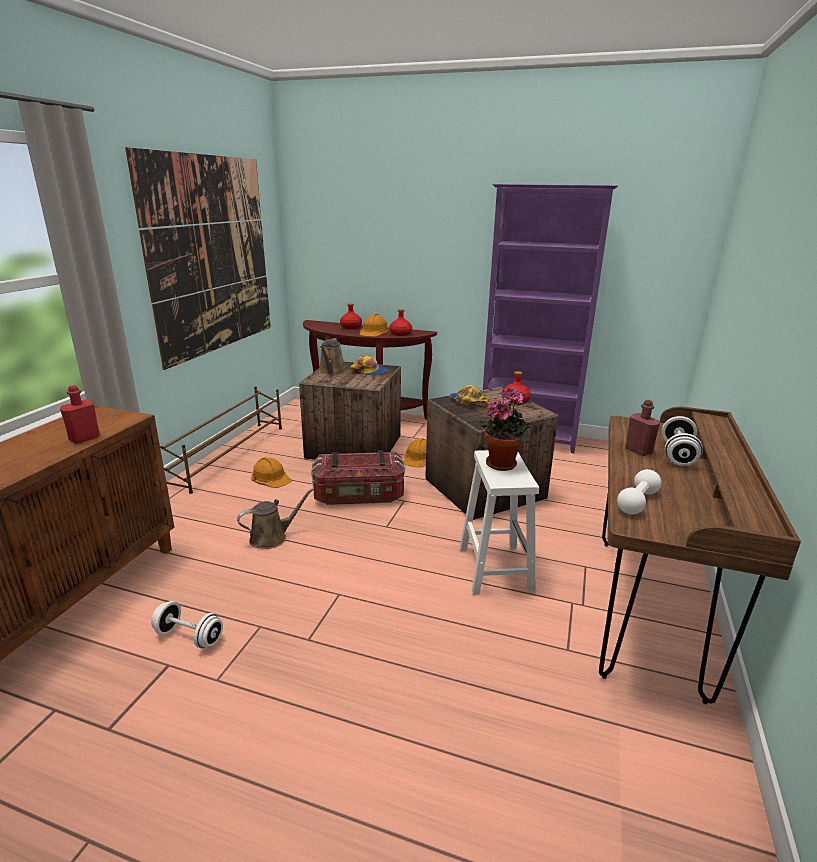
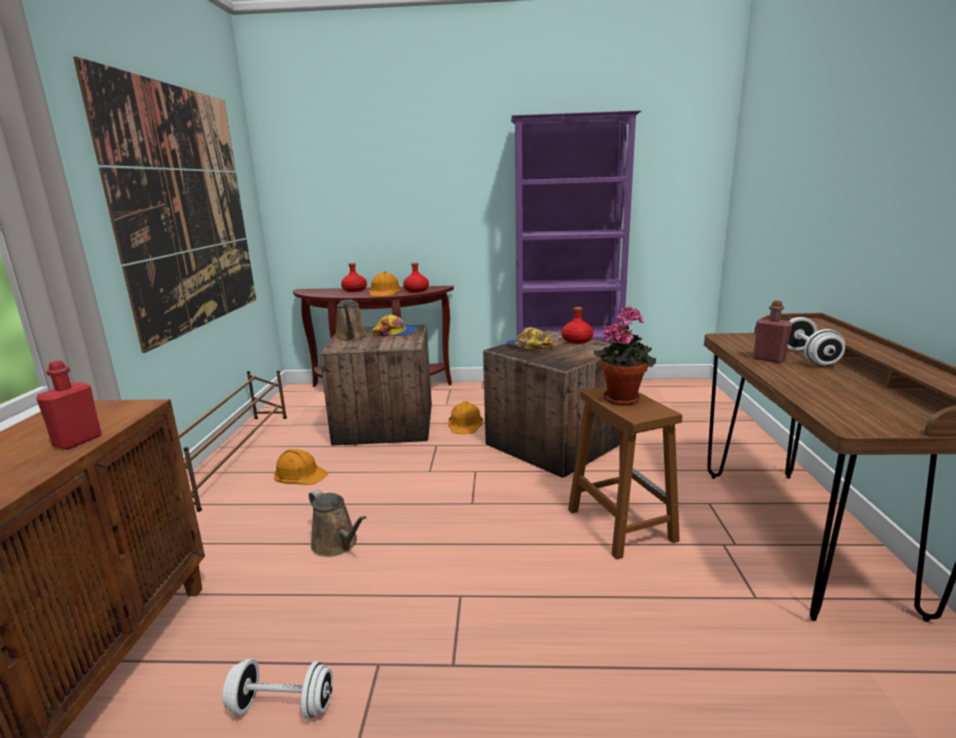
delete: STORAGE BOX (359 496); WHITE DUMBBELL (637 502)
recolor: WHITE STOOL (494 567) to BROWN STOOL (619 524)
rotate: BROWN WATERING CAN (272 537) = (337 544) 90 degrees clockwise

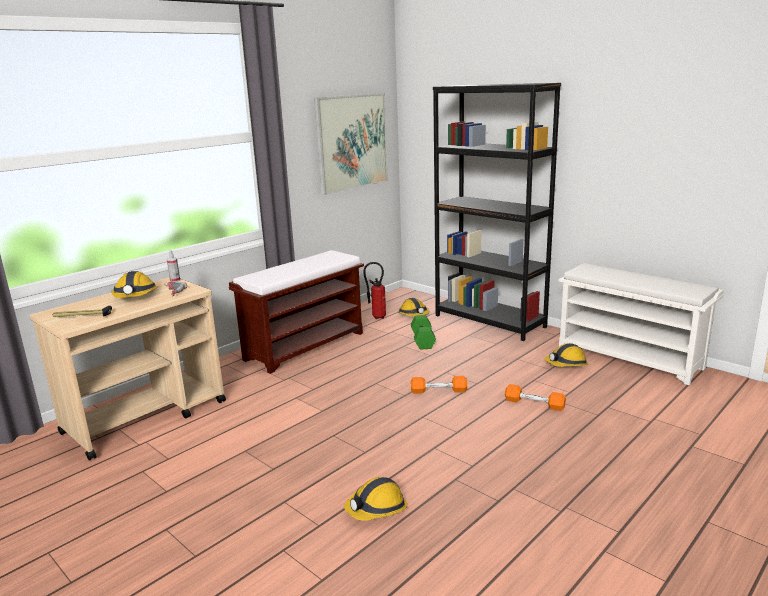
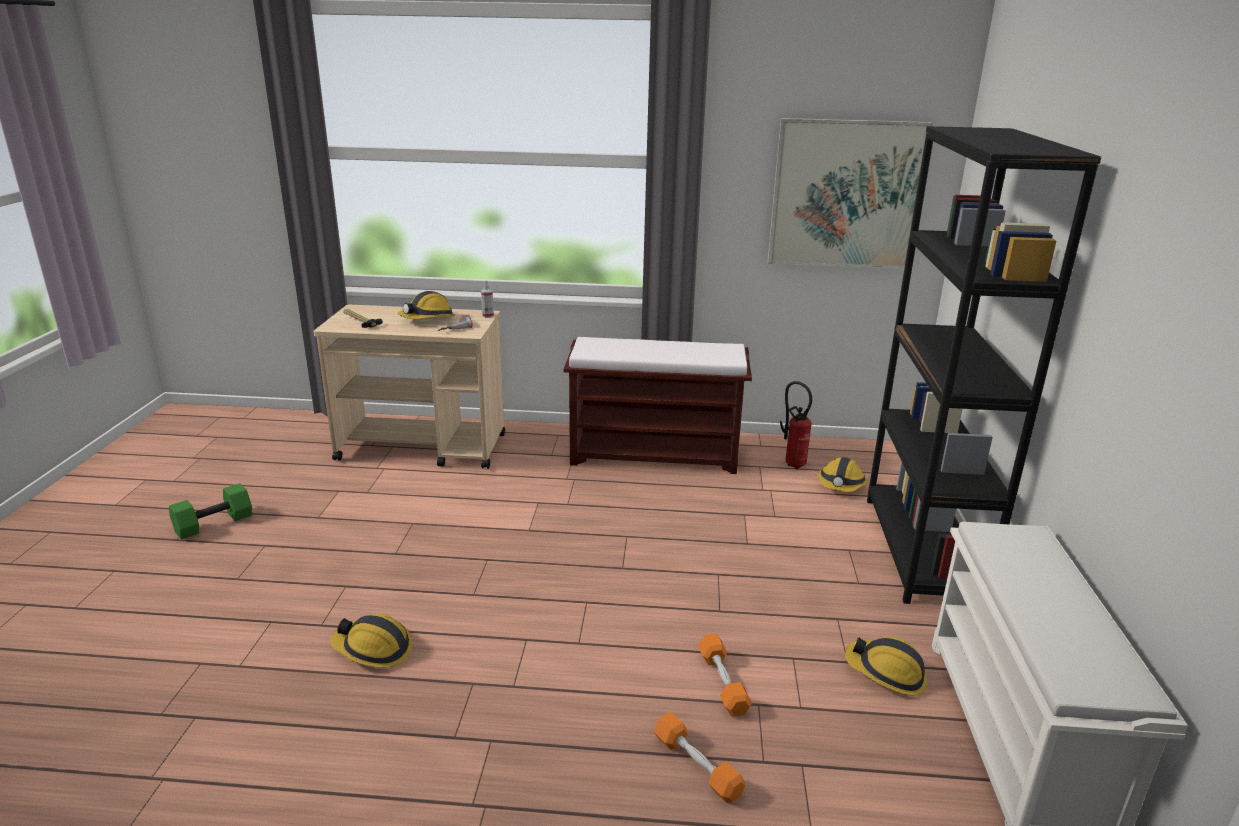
move: GREEN DUMBBELL (423 340) to (213 524); ORANGE DUMBBELL (438 391) to (697 766)

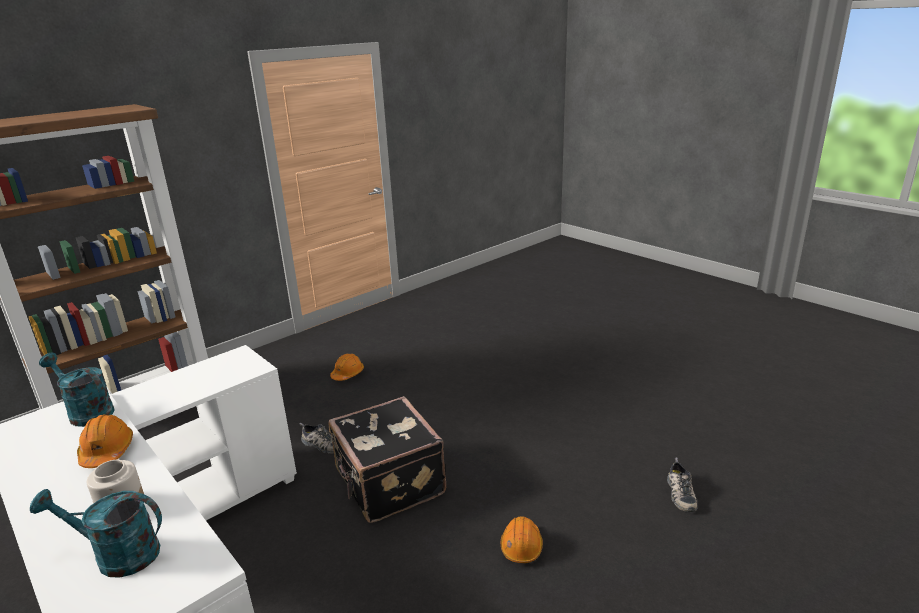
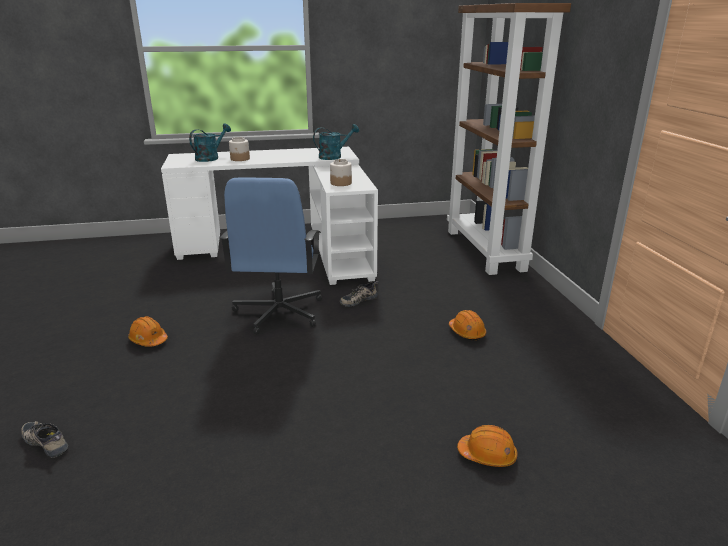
insert: JAR (341 183)
move: ORANGE HARD HAT (107 451) to (487 455)
replace: BLACK SUITCASE (388 484) to BLUE OFFICE CHAIR (278 312)

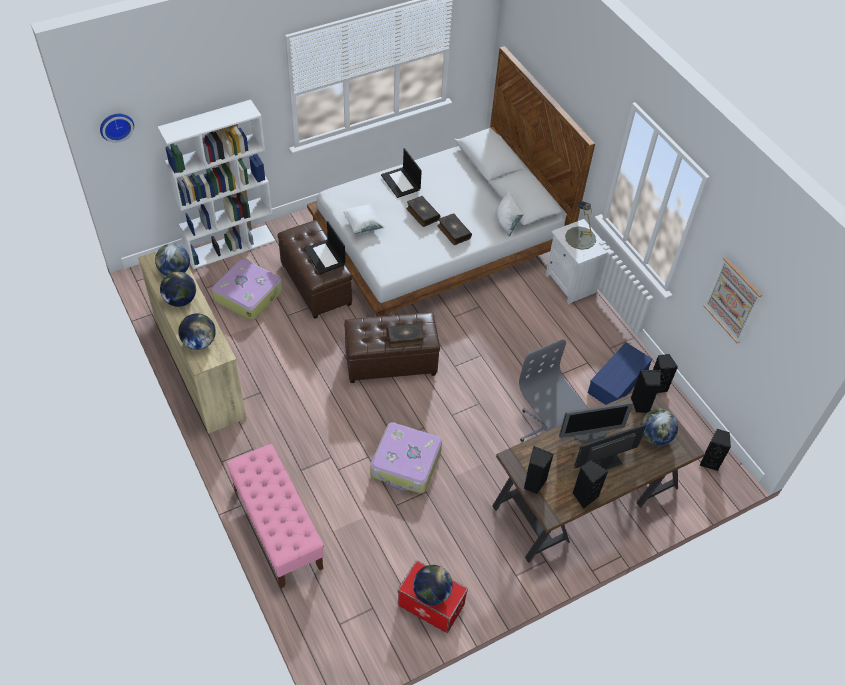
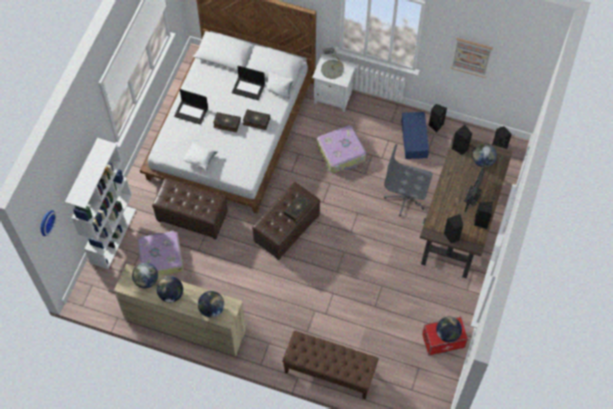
delete: MONITOR (590 434)
move: LAPTOP (325 257) to (249 88); SUITCASE (406 464) to (341 153)
recolor: PINK BENCH (277 527) to BROWN BENCH (329 372)

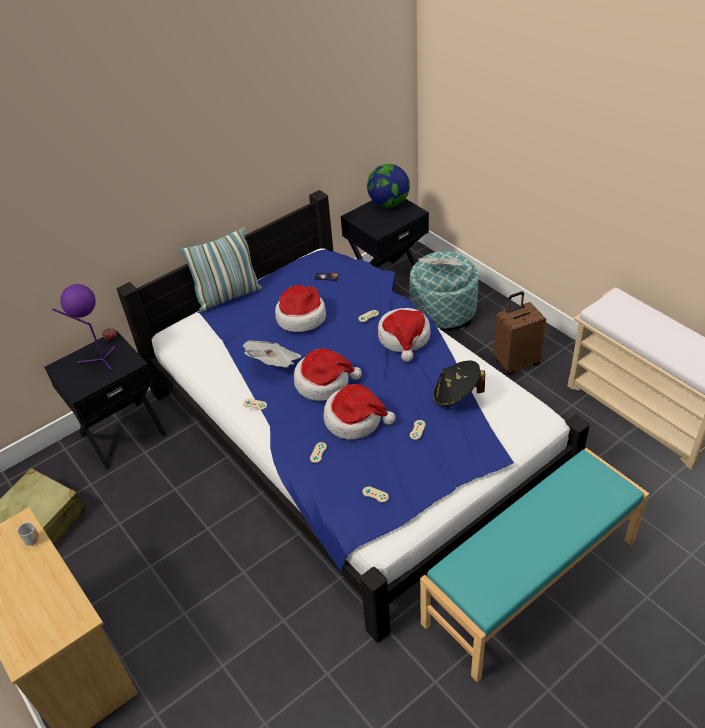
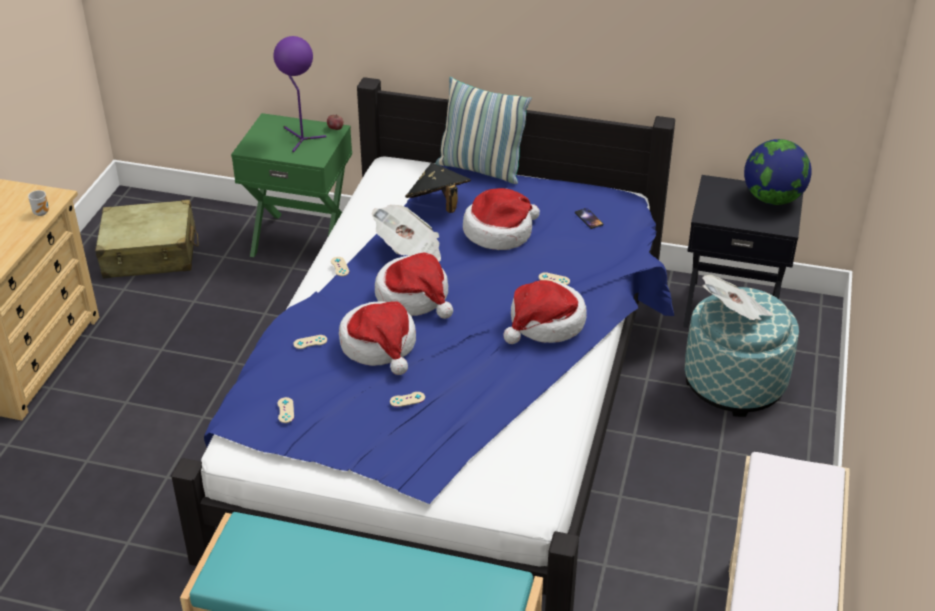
delete: BROWN SUITCASE (516 362)
move: BLACK HAT (456 395) to (438 206)
recolor: BLACK NIGHTSTAND (122 433) to GREEN NIGHTSTAND (302 239)

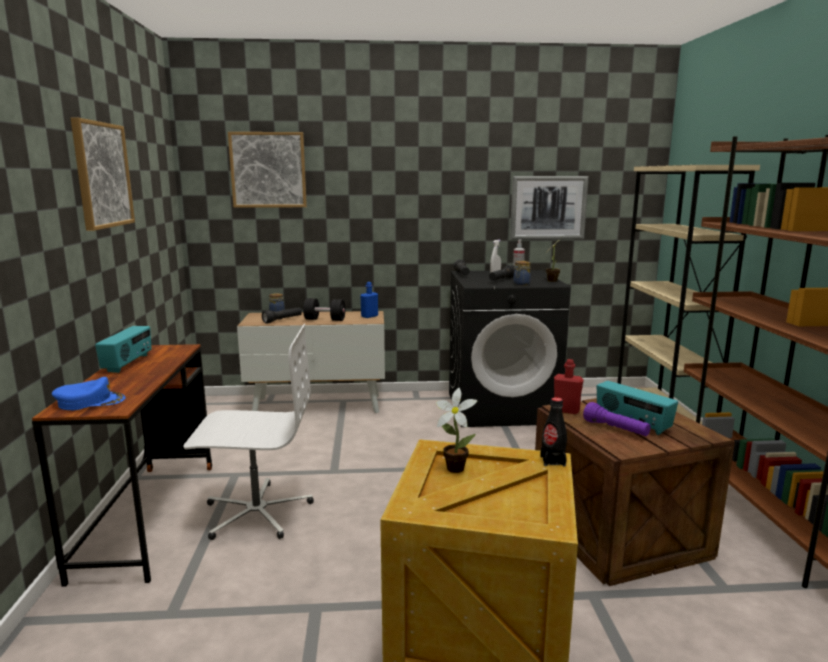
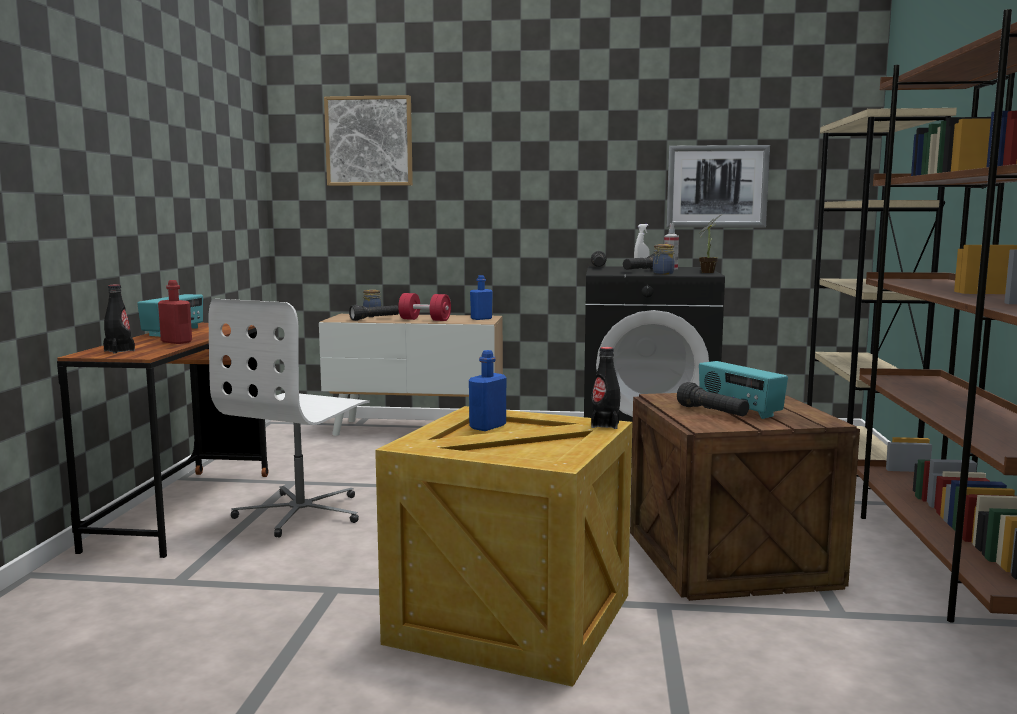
delete: PICTURE (102 175)
move: RED BOTTLE (566 410) to (176 342)
replace: BLUE CAP (90 401) to BLACK BOTTLE (119 351); POTTED PLANT (453 467) to BLUE BOTTLE (487 427)
recolor: BLACK DUMBBELL (325 319) to RED DUMBBELL (425 320); PURPLE FLASHLIGHT (615 429) to BLACK FLASHLIGHT (712 413)
rotate: WHITE OFFICE CHAIR (256 512) = (302 513) 105 degrees clockwise

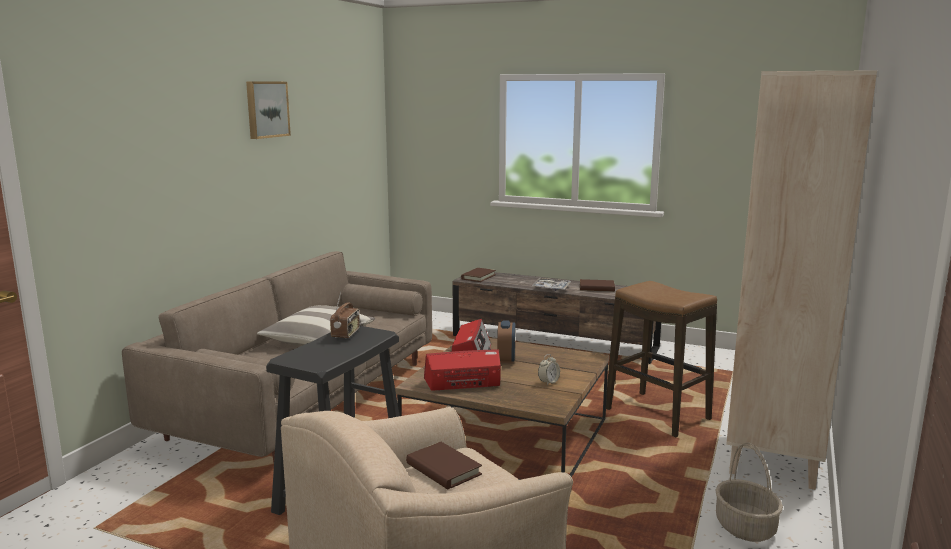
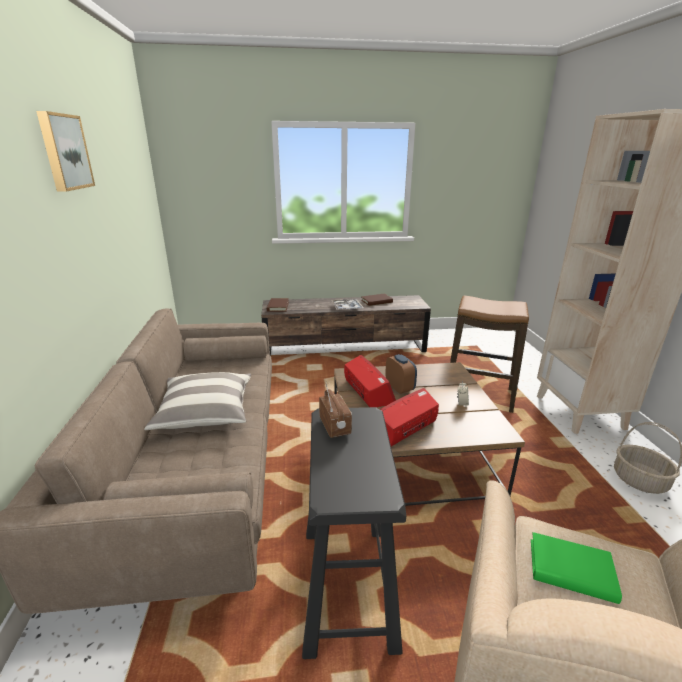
recolor: BROWN BOOK (443 469) to GREEN BOOK (571 570)

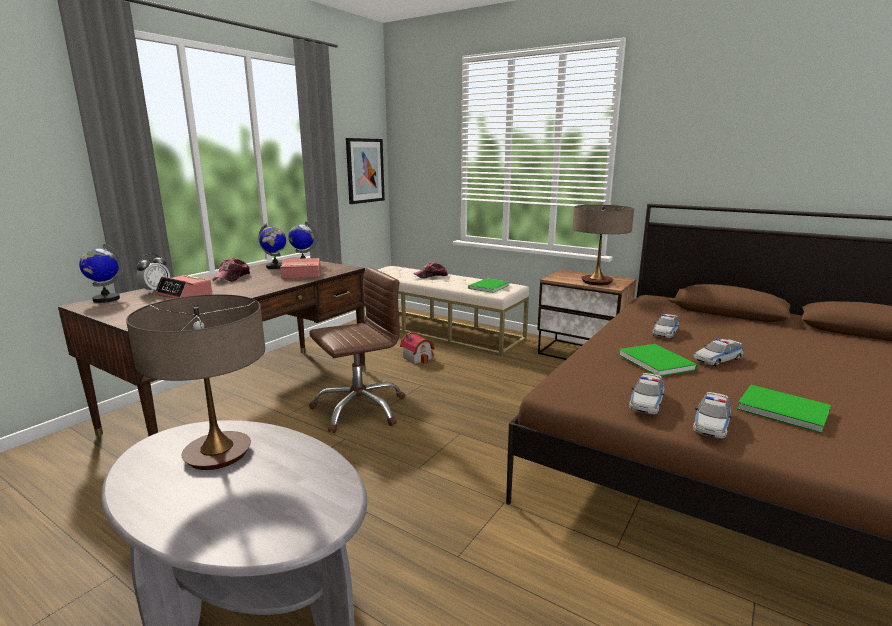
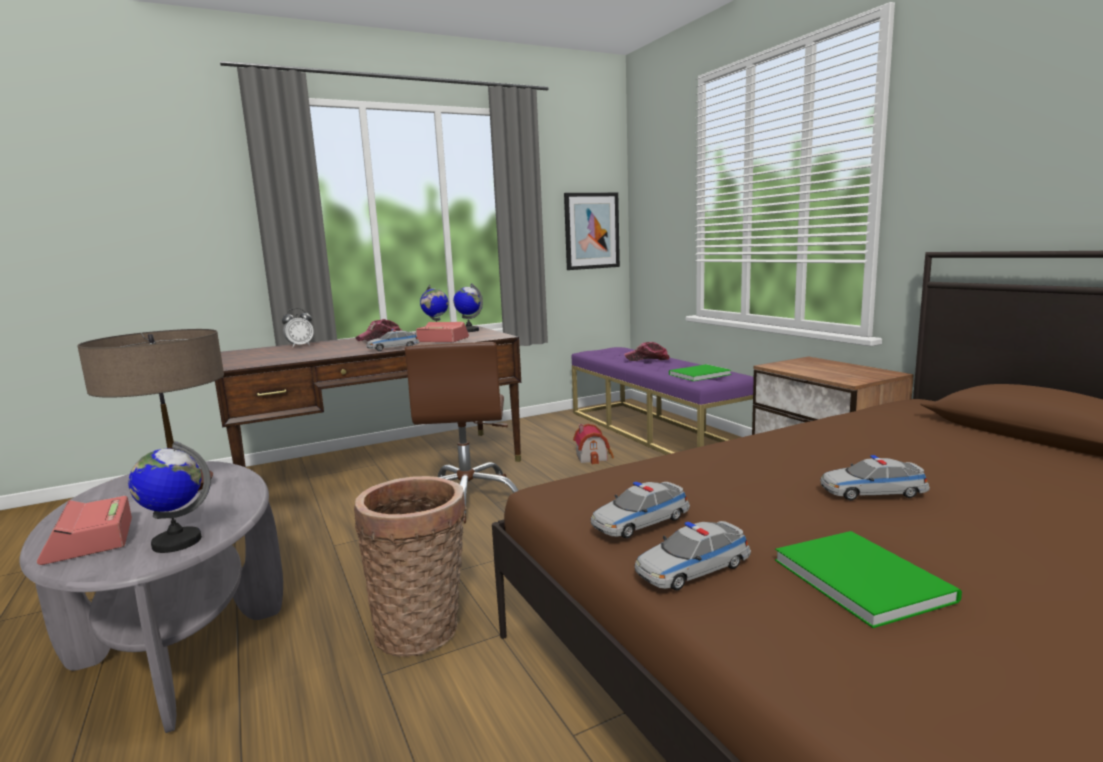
delete: TABLE LAMP (596 282); GREEN BOOK (656 361)
insert: BASKET (422 630)
move: ALARM CLOCK (184 294) to (89 541); GLOBE (106 299) to (176 542); TOY CAR (665 332) to (393 348)
recolor: BEIGE BENCH (440 331) to PURPLE BENCH (655 431)
rotate: BROWN OFFICE CHAIR (359 409) = (468 498) 90 degrees clockwise

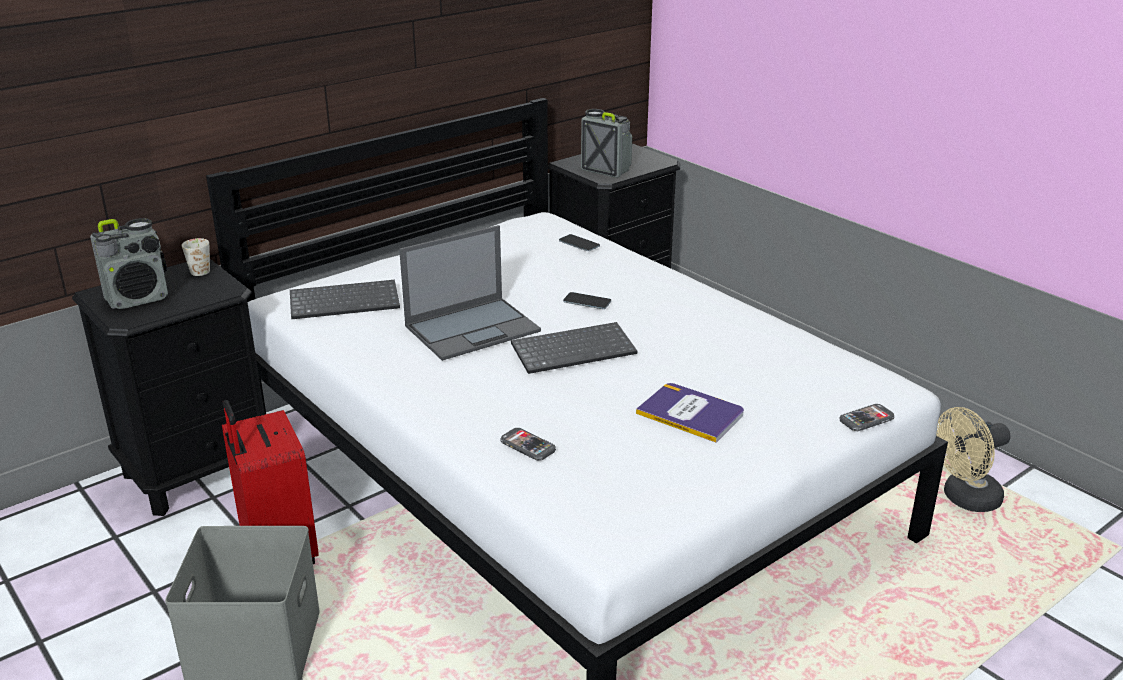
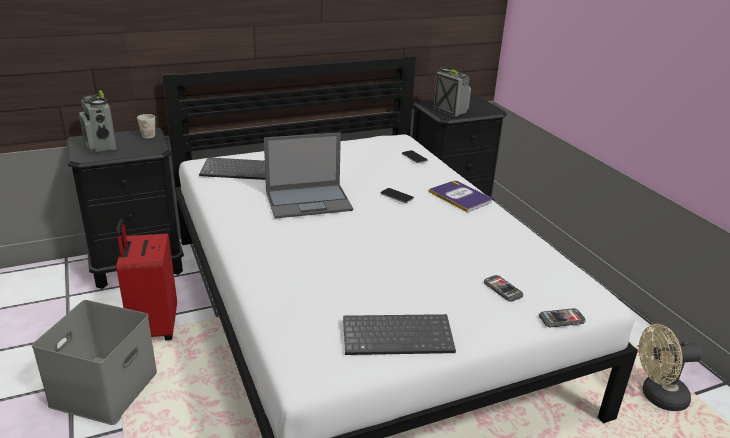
move: KEYBOARD (574 349) to (398 335); BOOK (691 413) to (460 197); PHONE (528 446) to (502 289)
rotate: RADIO (138 298) = (100 146) 75 degrees clockwise

